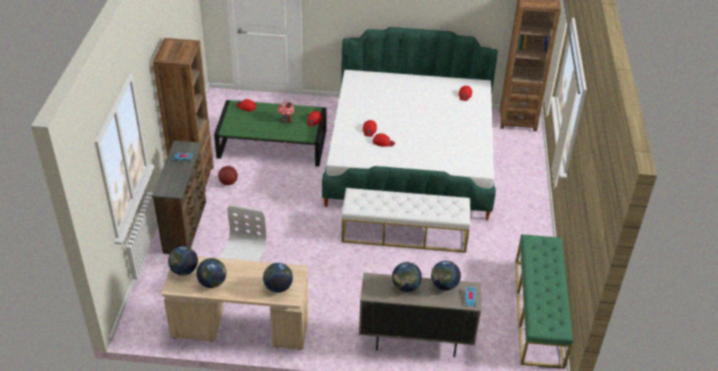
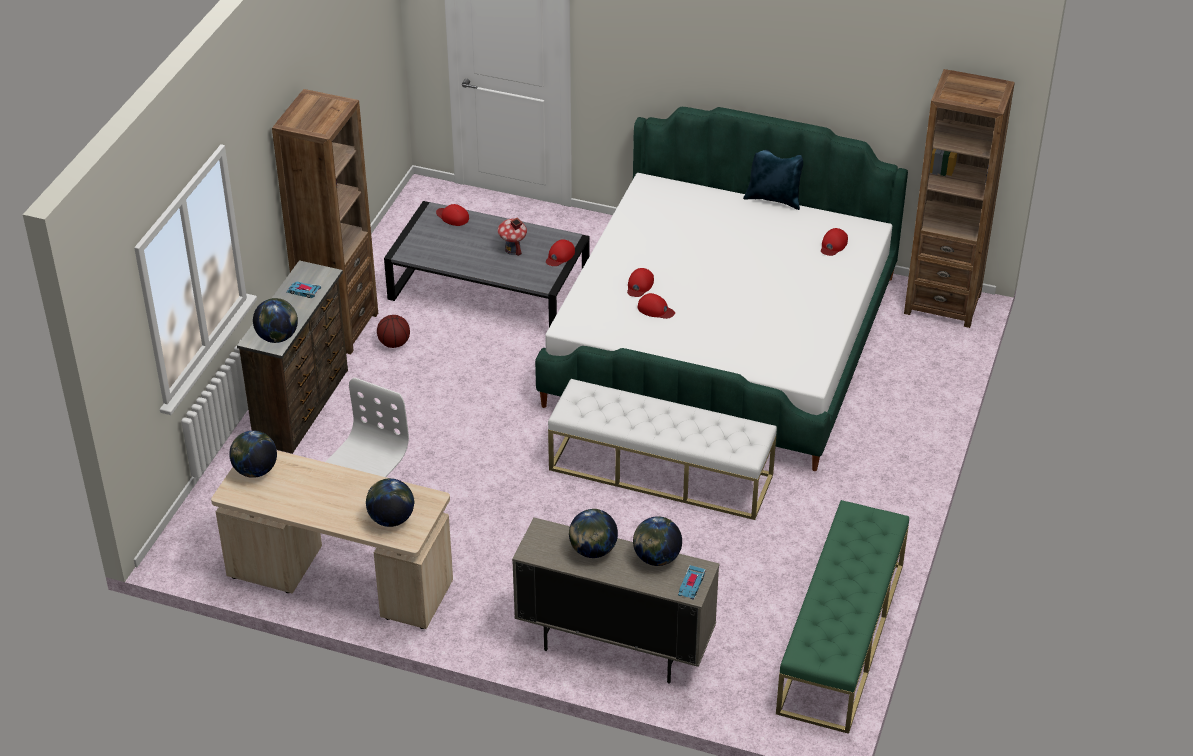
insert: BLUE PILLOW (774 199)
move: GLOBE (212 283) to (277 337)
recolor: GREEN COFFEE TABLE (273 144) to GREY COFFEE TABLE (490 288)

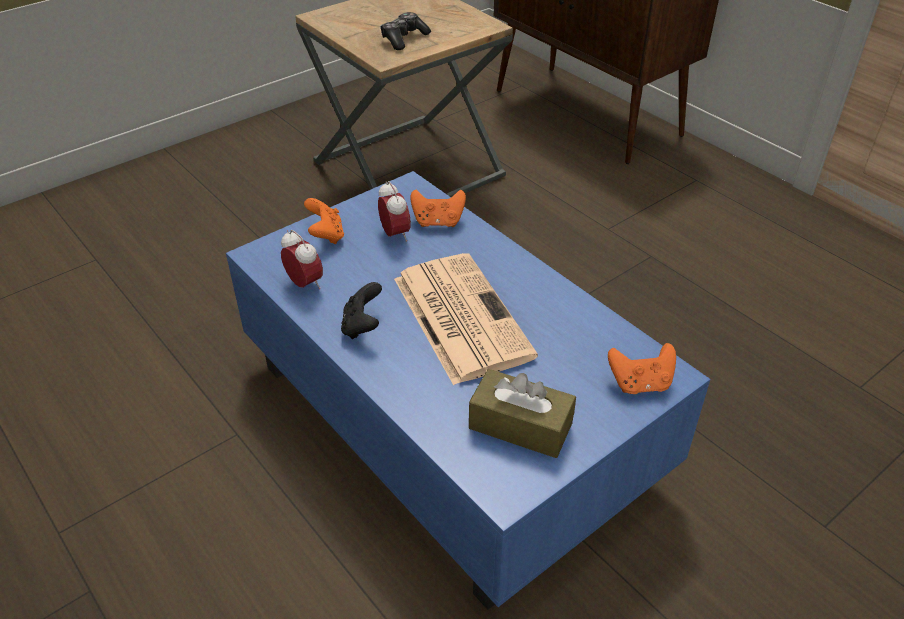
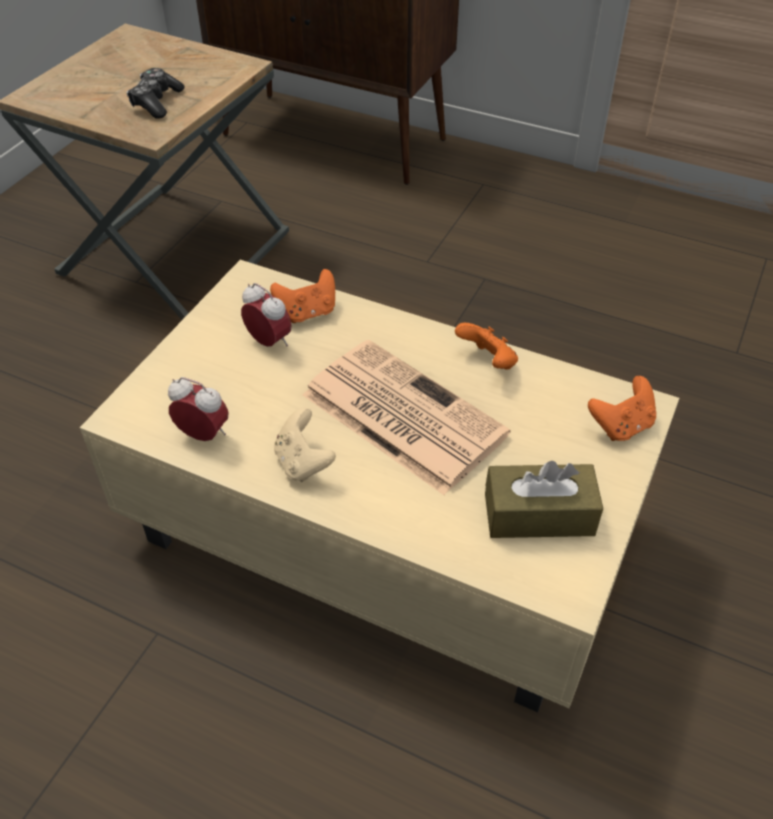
move: ORANGE GAME CONTROLLER (326 235) to (488 362)
recolor: BLUE COFFEE TABLE (447 417) to BEIGE COFFEE TABLE (380 524); BLACK GAME CONTROLLER (362 326) to BEIGE GAME CONTROLLER (303 462)

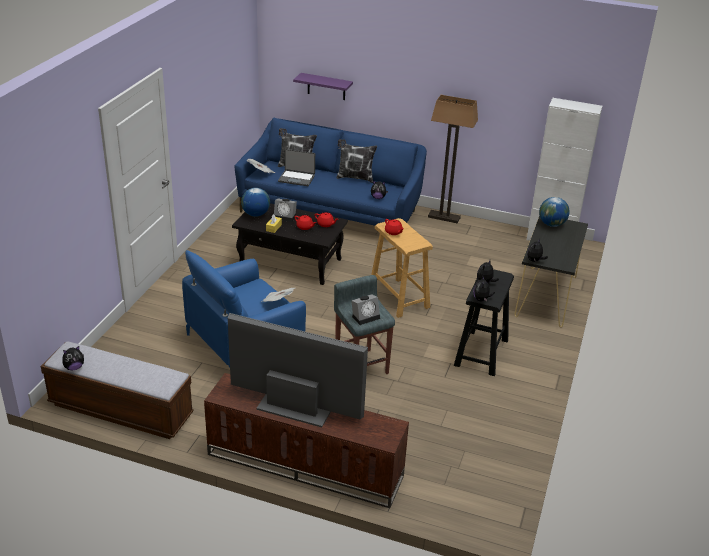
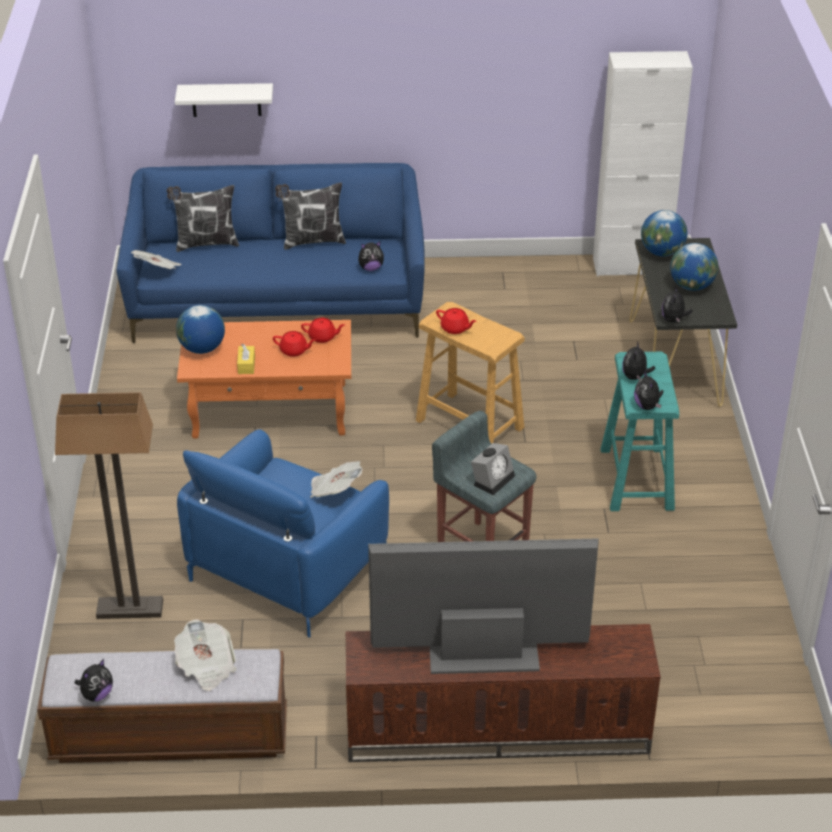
delete: ALARM CLOCK (285 216); LAPTOP (296 178)
insert: NEWSPAPER (206 667); GLOBE (691 286)
move: FLOOR LAMP (444 217) to (130 609)
recolor: PURPLE SHELF (326 86) to WHITE SHELF (226 100); BLACK COFFEE TABLE (291 262) to ORANGE COFFEE TABLE (271 410); BLACK STOOL (481 353) to TURQUOISE STOOL (636 480)

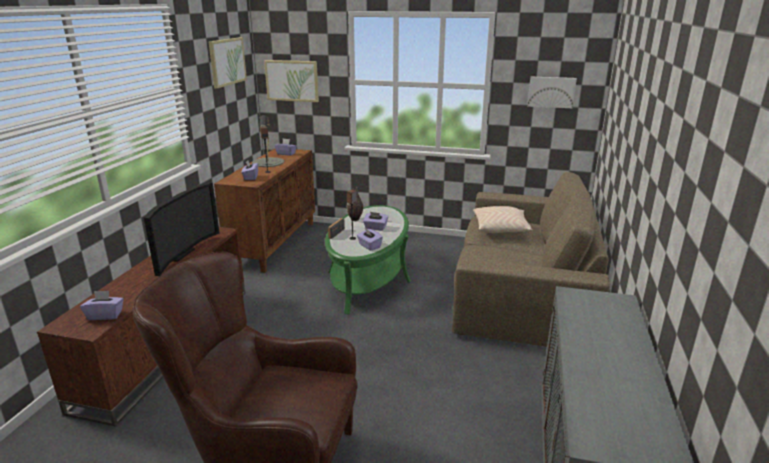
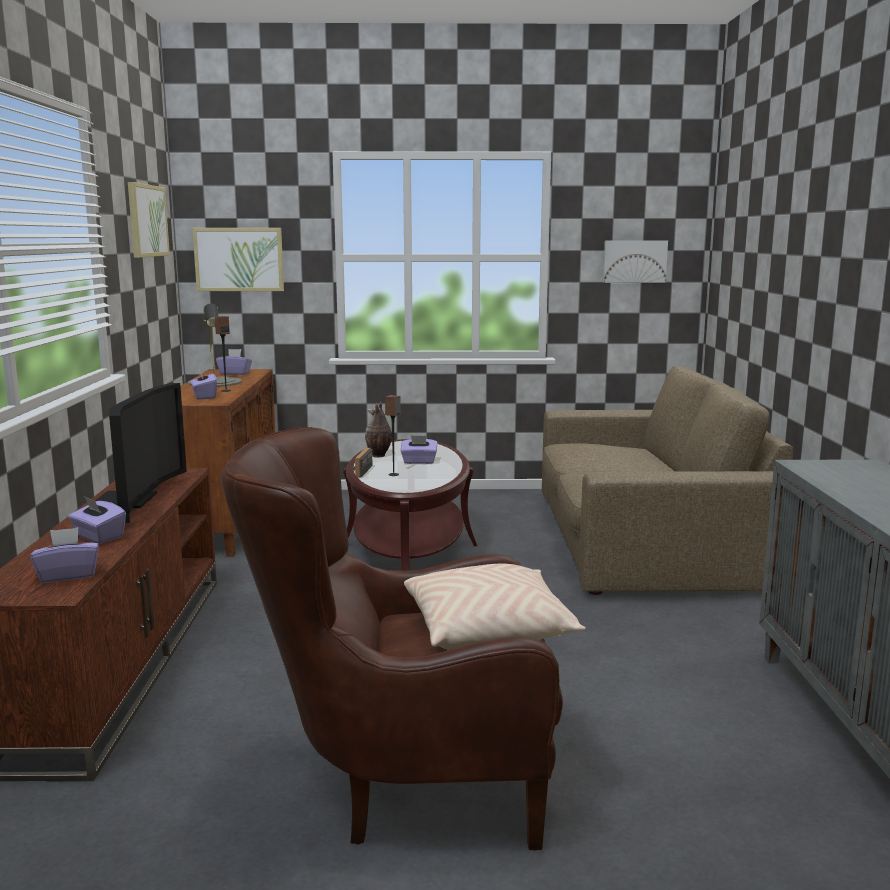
move: PURPLE TISSUE BOX (369 246) to (98 537); BEIGE PILLOW (501 228) to (489 631)
recolor: GREEN COFFEE TABLE (369 276) to BROWN COFFEE TABLE (409 545)

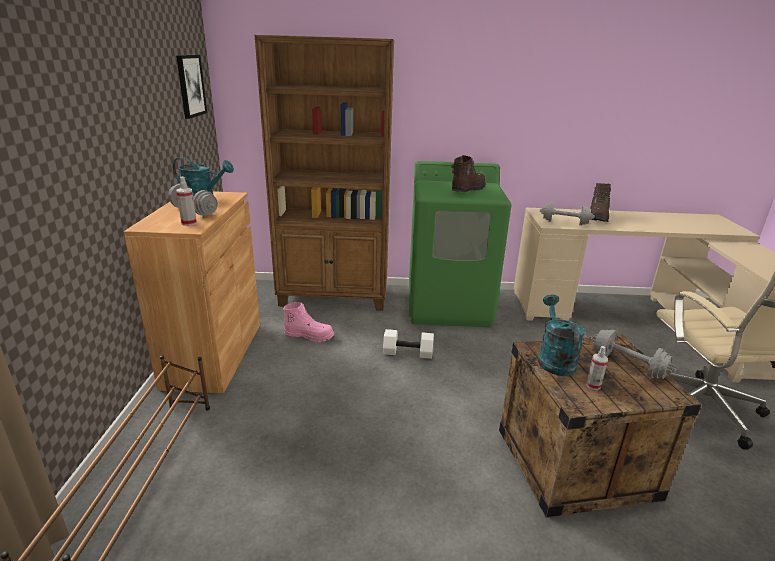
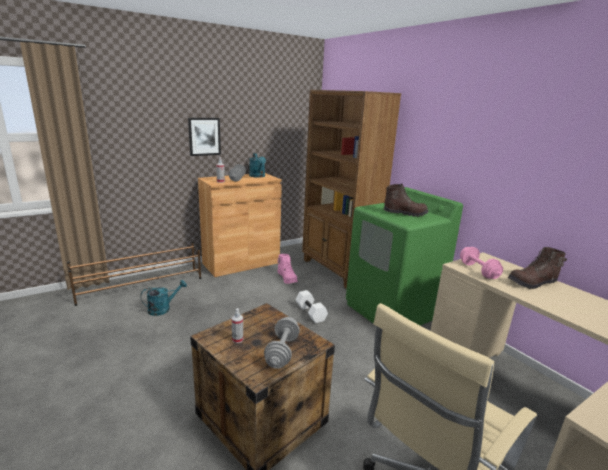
move: TURQUOISE WATERING CAN (554 359) to (163 309); PICTURE (190 86) to (204 136)
recolor: GREY DUMBBELL (565 222) to PINK DUMBBELL (478 271)

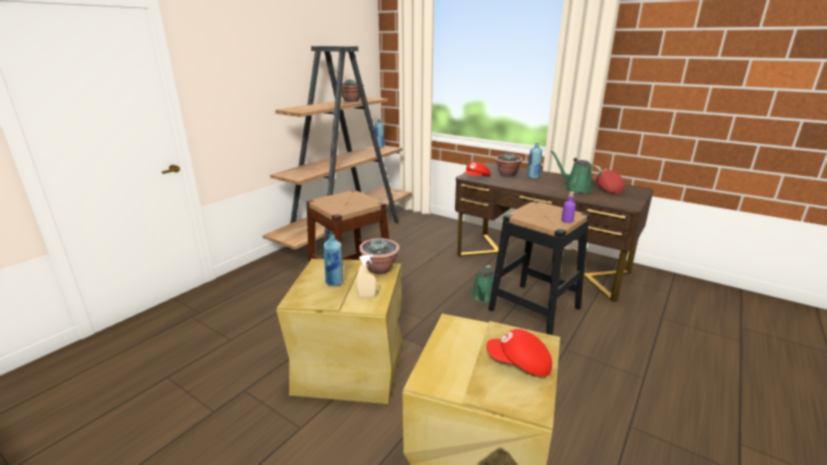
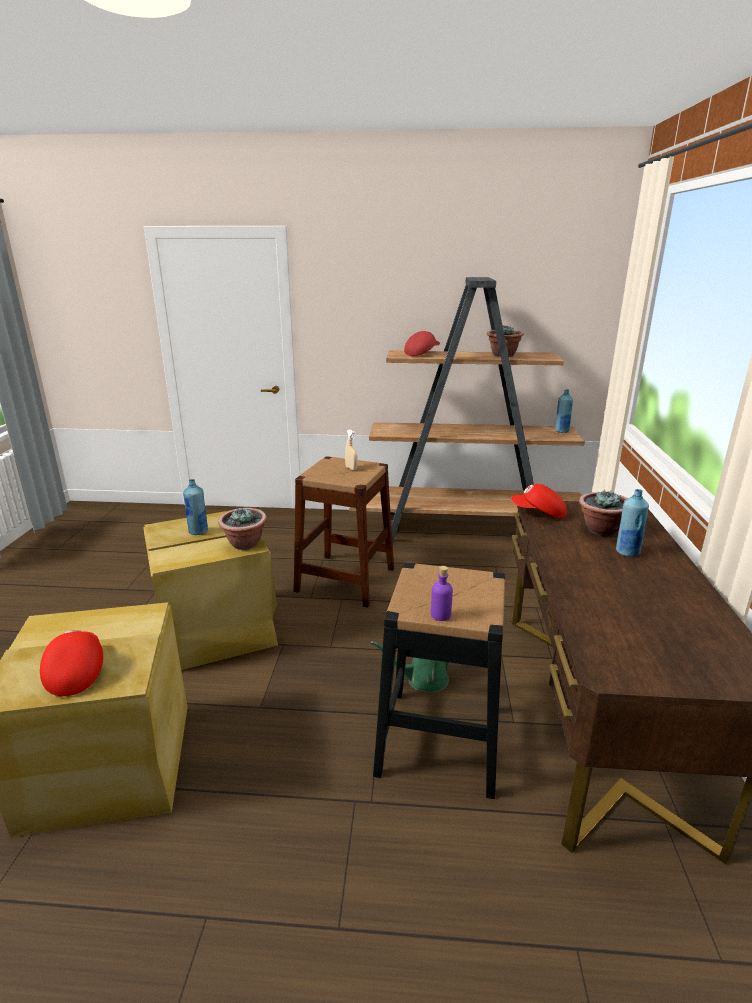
delete: GREEN WATERING CAN (575 189)
move: BEIGE SPRAY BOTTLE (367 295) to (351 468); RED CAP (606 188) to (421 353)

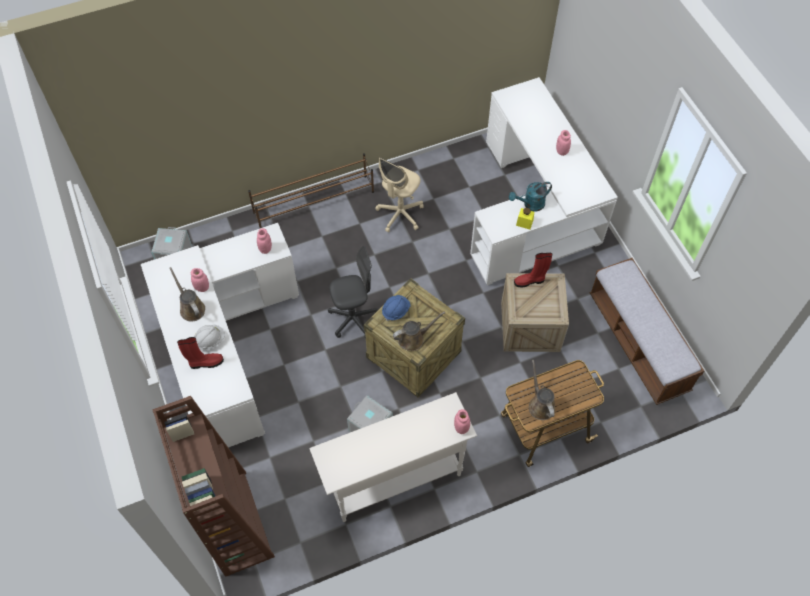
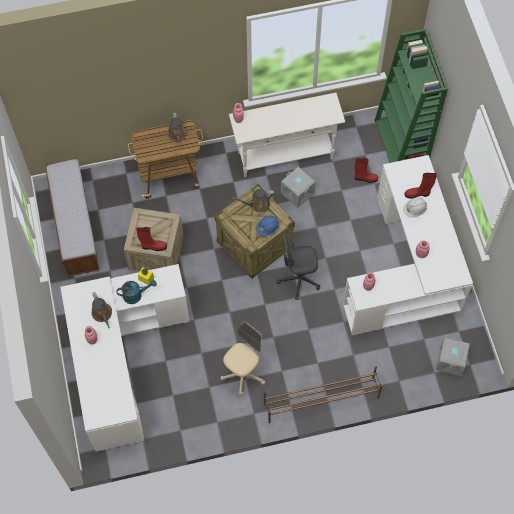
insert: RED BOOT (365 178)
move: BROWN WATERING CAN (191 308) to (102 314)
recolor: BROWN BOOKCASE (234 522) to GREEN BOOKCASE (401 145)

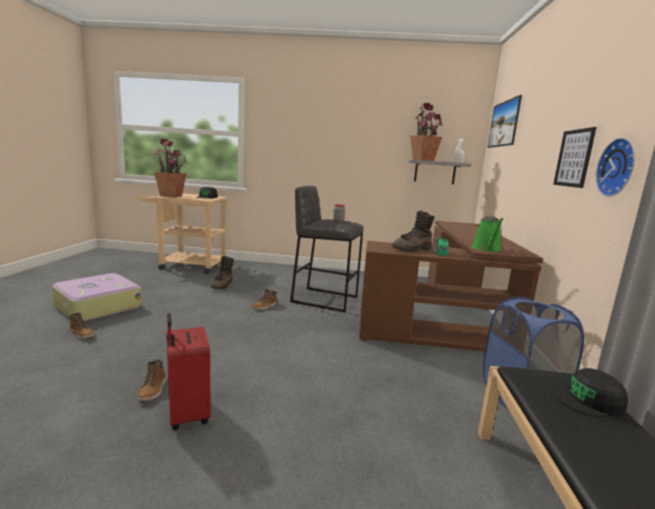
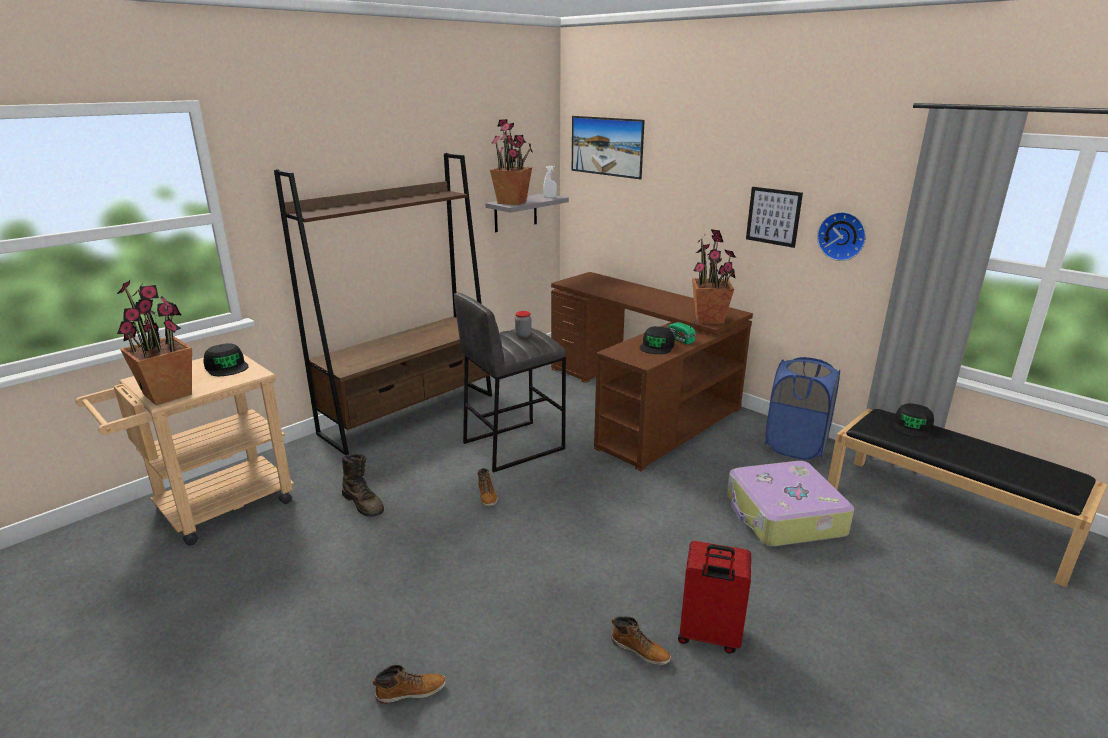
insert: BROWN BOOKCASE (410 414)
move: SUITCASE (97 306) to (783 516)
replace: BROWN BOOT (412 249) to BLACK CAP (657 346); GREEN WATERING CAN (487 249) to POTTED PLANT (709 319)

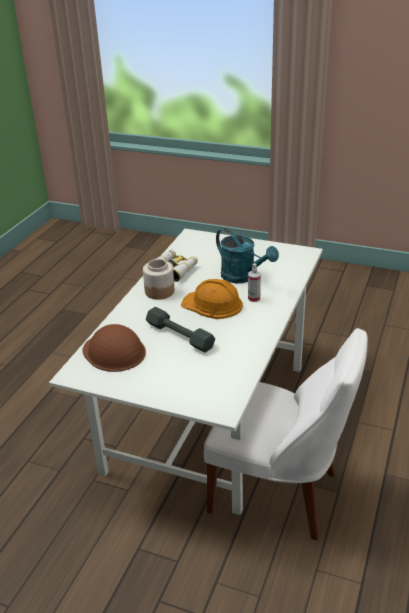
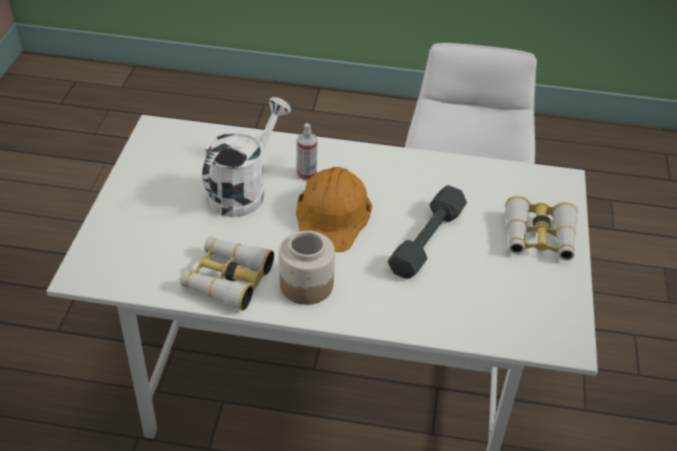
delete: BROWN HARD HAT (114 352)
insert: BINOCULARS (539 237)
recolor: TURQUOISE WATERING CAN (243 277) to WHITE WATERING CAN (243 190)

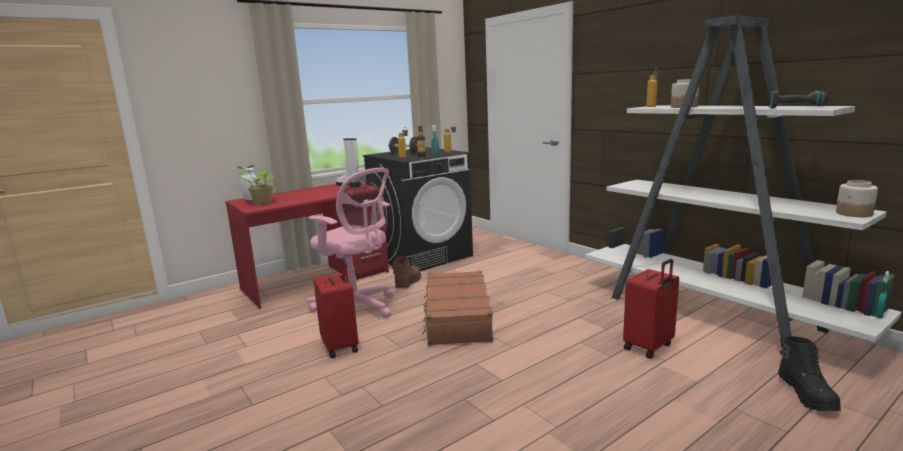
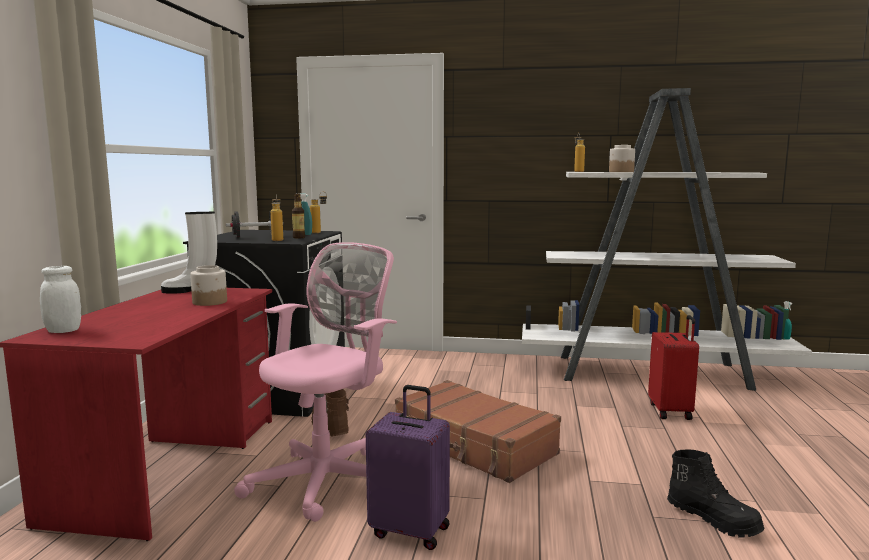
delete: POTTED PLANT (261 203); POWER DRILL (795 107)
move: JAR (854 214) to (210 302); BLACK BOOT (807 395) to (713 519)
recolor: RED SUITCASE (341 346) to PURPLE SUITCASE (411 530)
rotate: PINK OFFICE CHAIR (357 309) = (327 479) 45 degrees counterclockwise

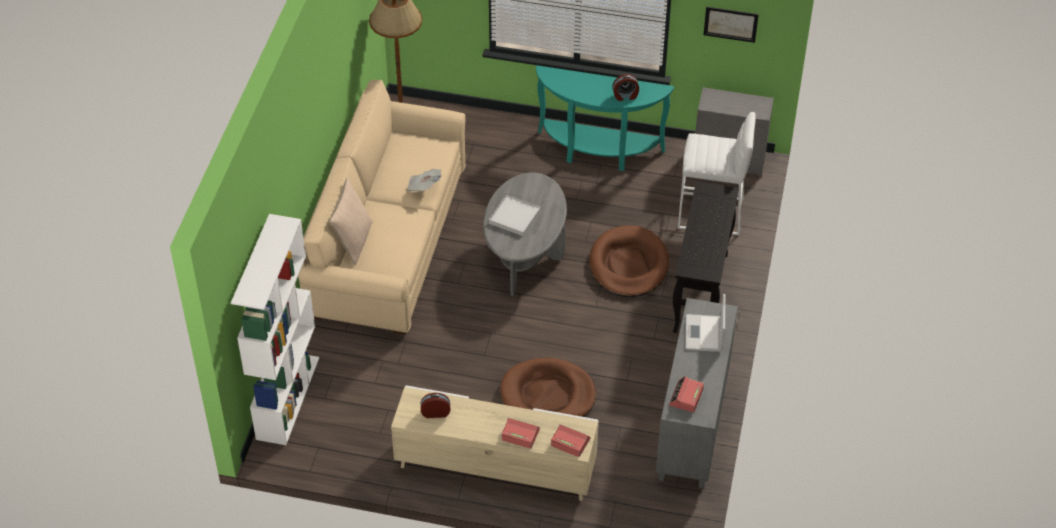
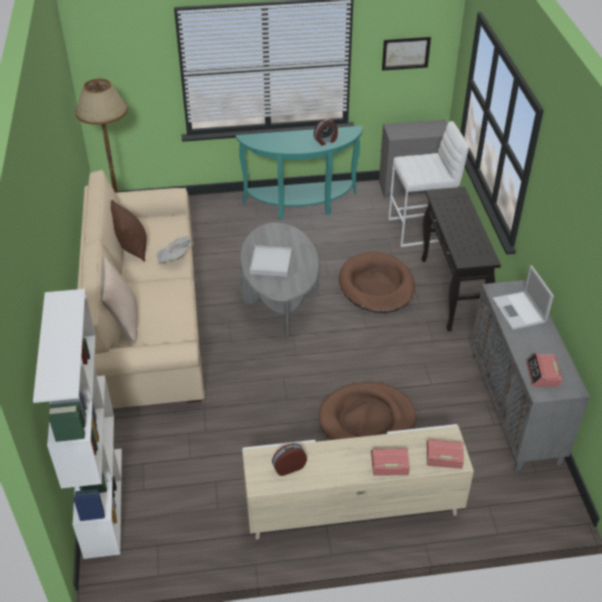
insert: BROWN PILLOW (132 248)

